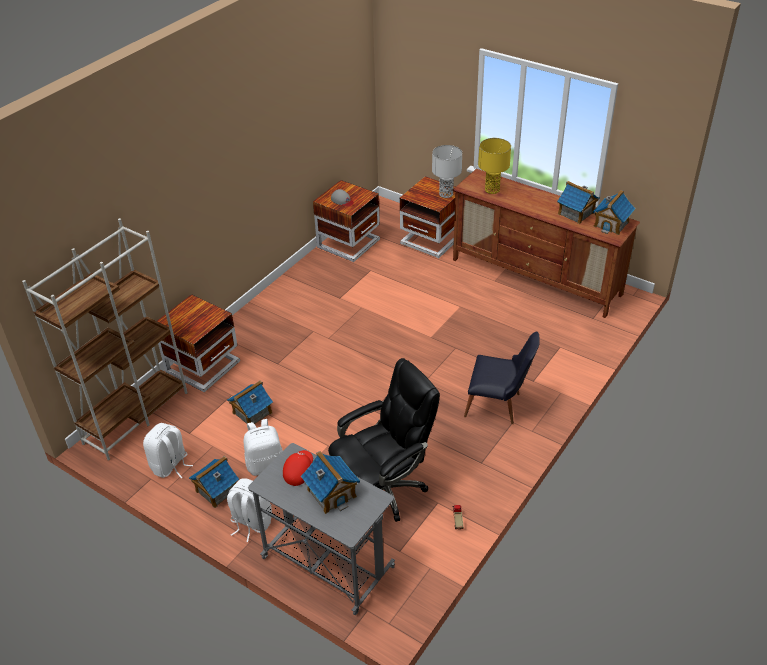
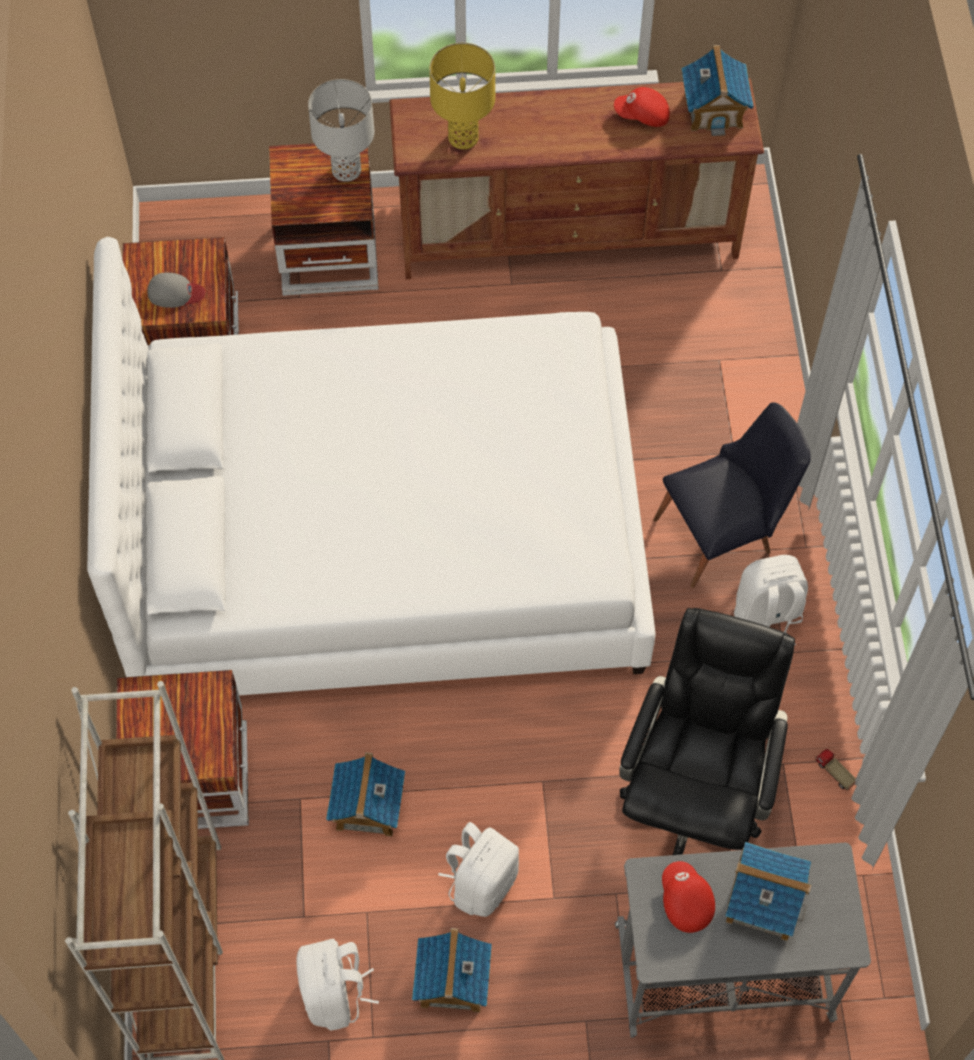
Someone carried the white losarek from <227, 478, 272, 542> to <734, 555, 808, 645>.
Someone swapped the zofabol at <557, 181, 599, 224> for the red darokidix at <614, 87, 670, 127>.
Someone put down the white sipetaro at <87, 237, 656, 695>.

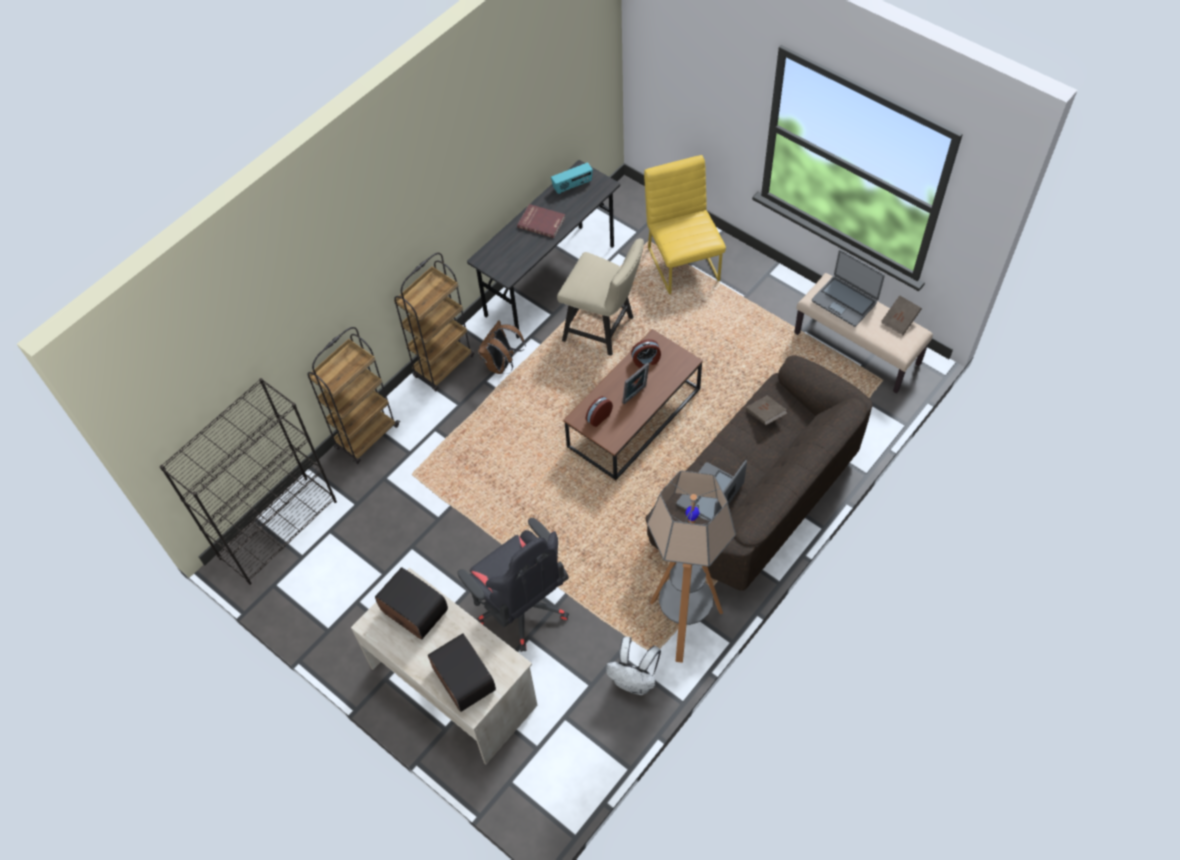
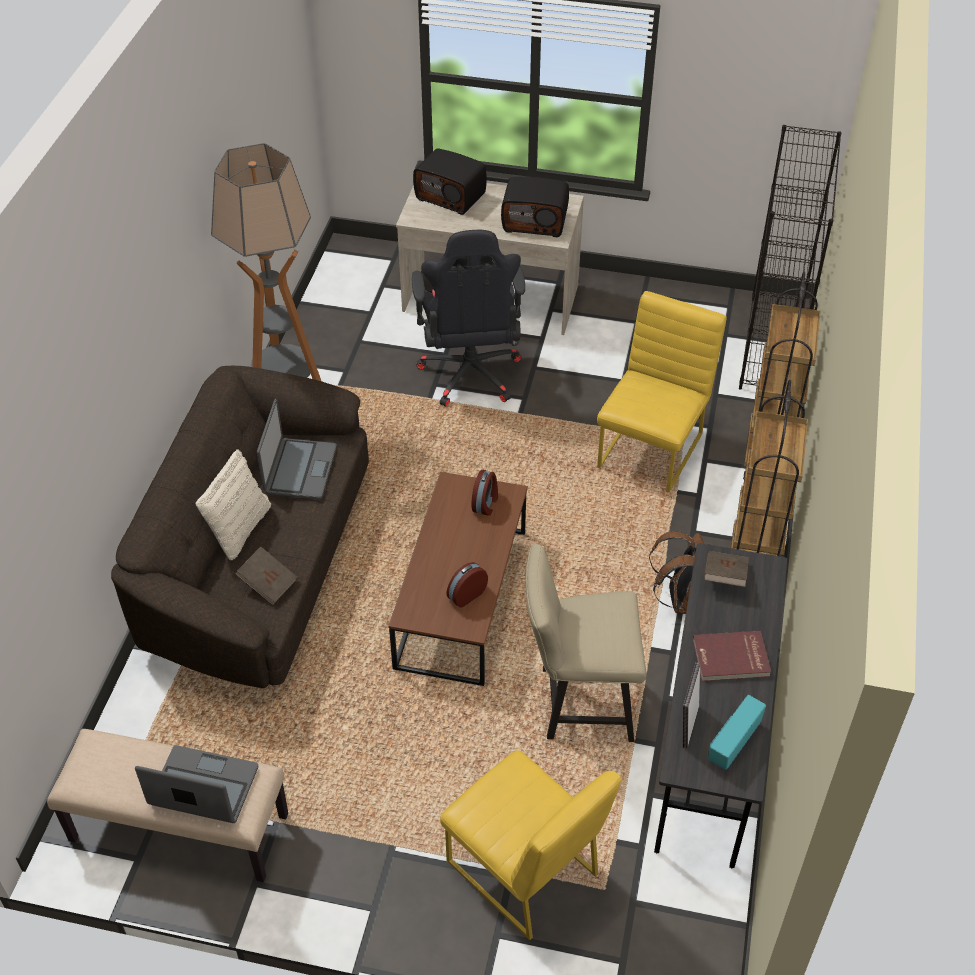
Someone rotated the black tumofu at <457, 518, 569, 652> by 120 degrees counterclockwise.
Someone took away the white losarek at <606, 637, 661, 695>.
Someone carried the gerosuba from <622, 363, 649, 404> to <683, 662, 700, 749>.
Someone carried the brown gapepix from <881, 295, 922, 335> to <704, 551, 749, 587>.
Someone put down the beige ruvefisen at <196, 449, 271, 560>.
Someone put down the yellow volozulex at <597, 291, 726, 493>.

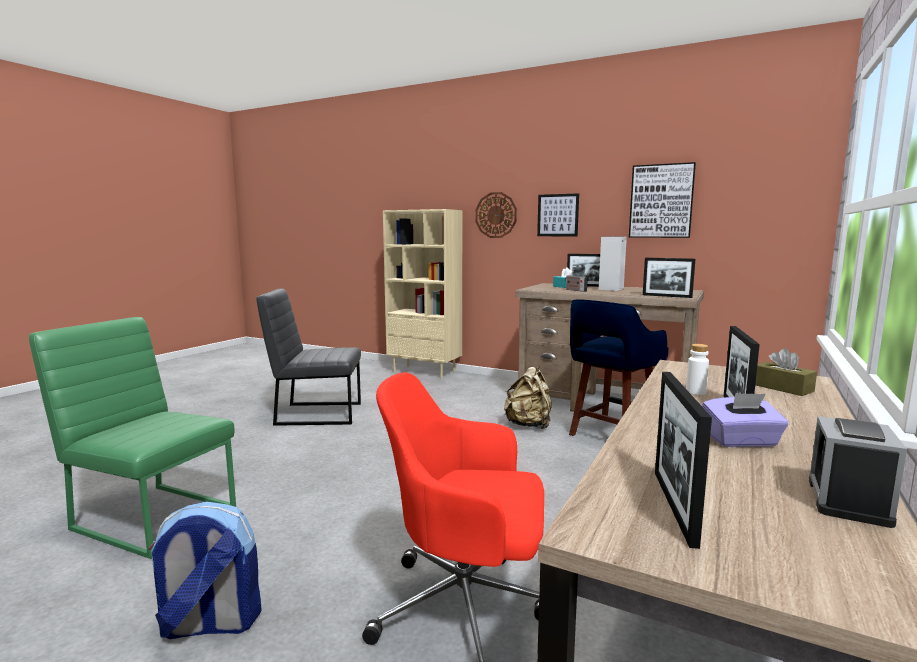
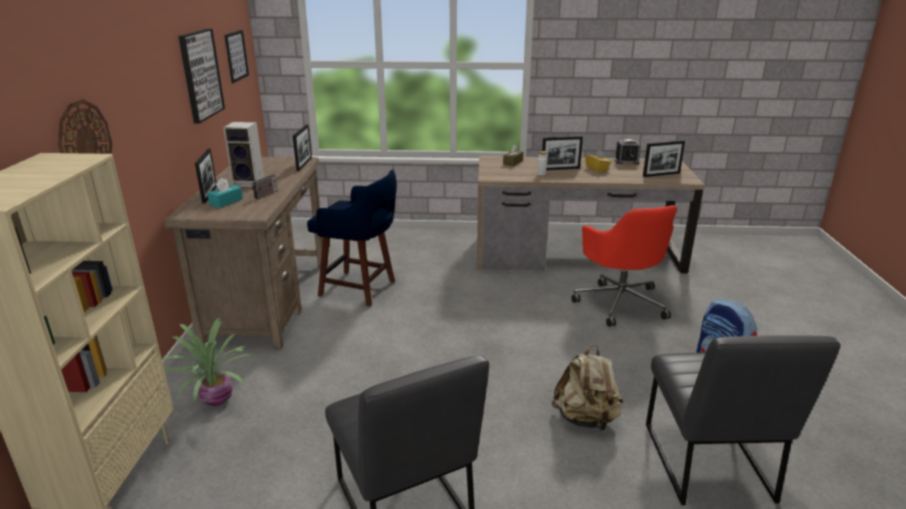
Someone repainted the green volozulex at <29, 317, 236, 559>, which became the grey volozulex at <646, 335, 841, 505>.
Someone carried the beige losarek from <504, 366, 552, 429> to <552, 345, 623, 432>.
Someone carried the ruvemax from <537, 193, 579, 236> to <224, 30, 249, 83>.
Someone repainted the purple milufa at <702, 393, 789, 447>, which became the yellow milufa at <585, 150, 611, 172>.
Someone put down the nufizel at <162, 318, 257, 406>.

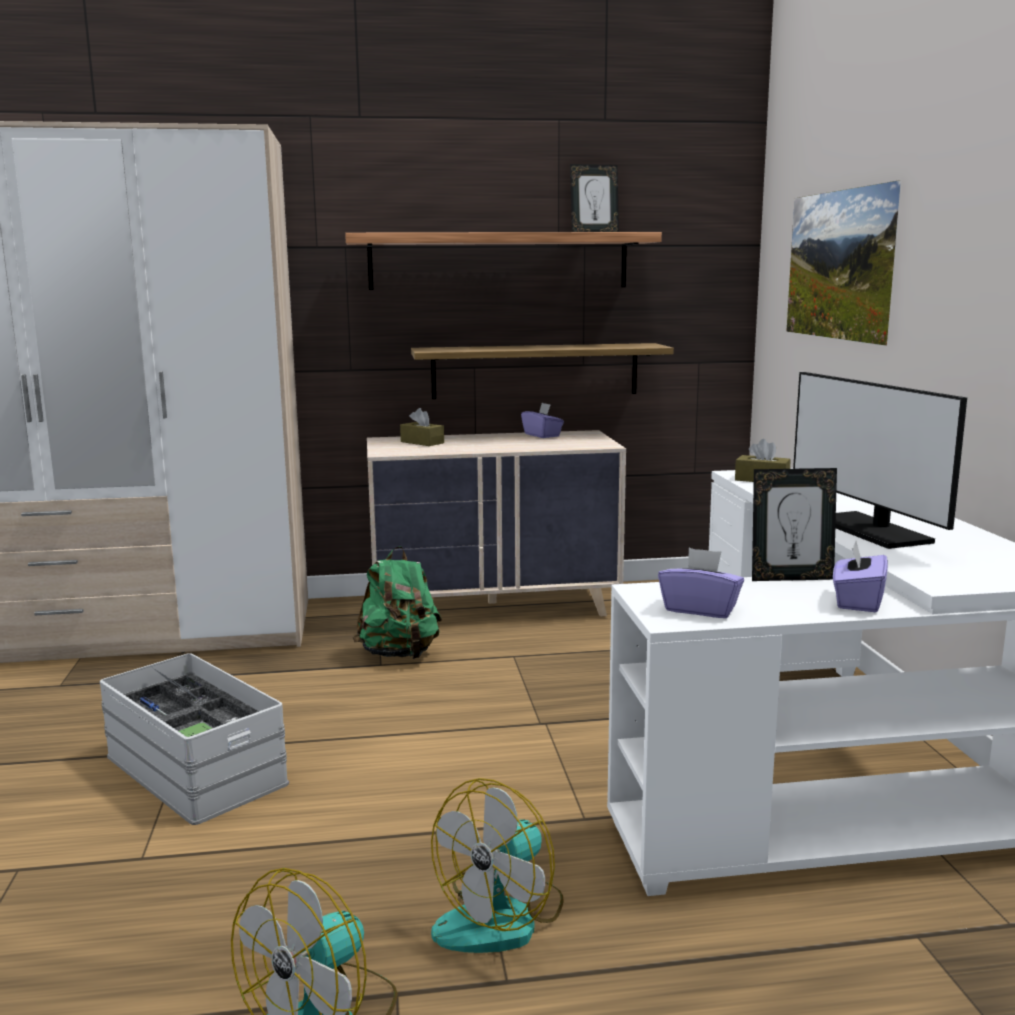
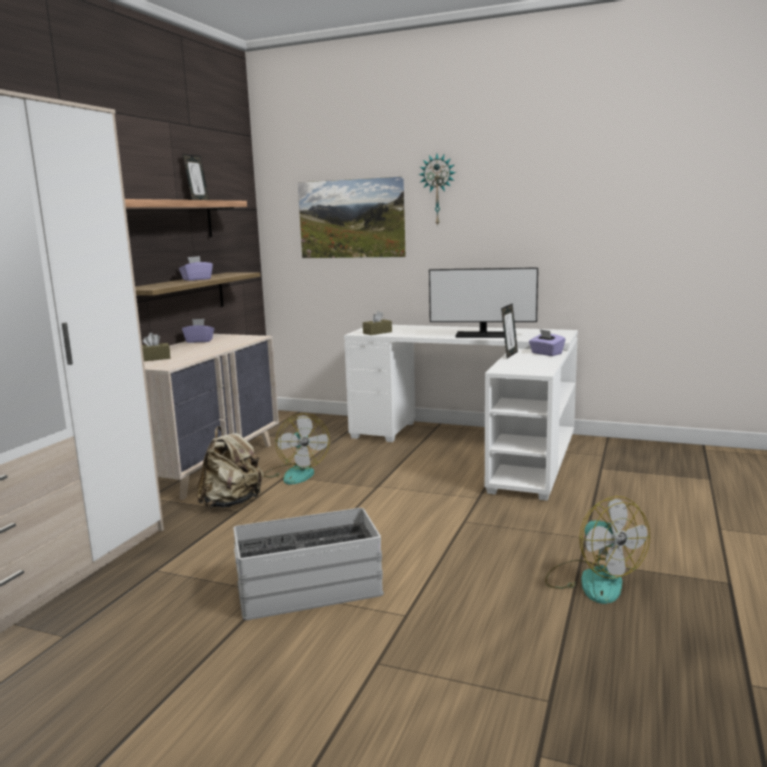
Someone repainted the green losarek at <353, 546, 442, 659>, which became the beige losarek at <196, 426, 264, 508>.
Someone carried the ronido from <431, 778, 564, 953> to <264, 413, 330, 485>.
Someone carried the purple milufa from <658, 548, 744, 618> to <179, 256, 213, 281>.
Someone put up the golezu at <419, 154, 456, 227>.

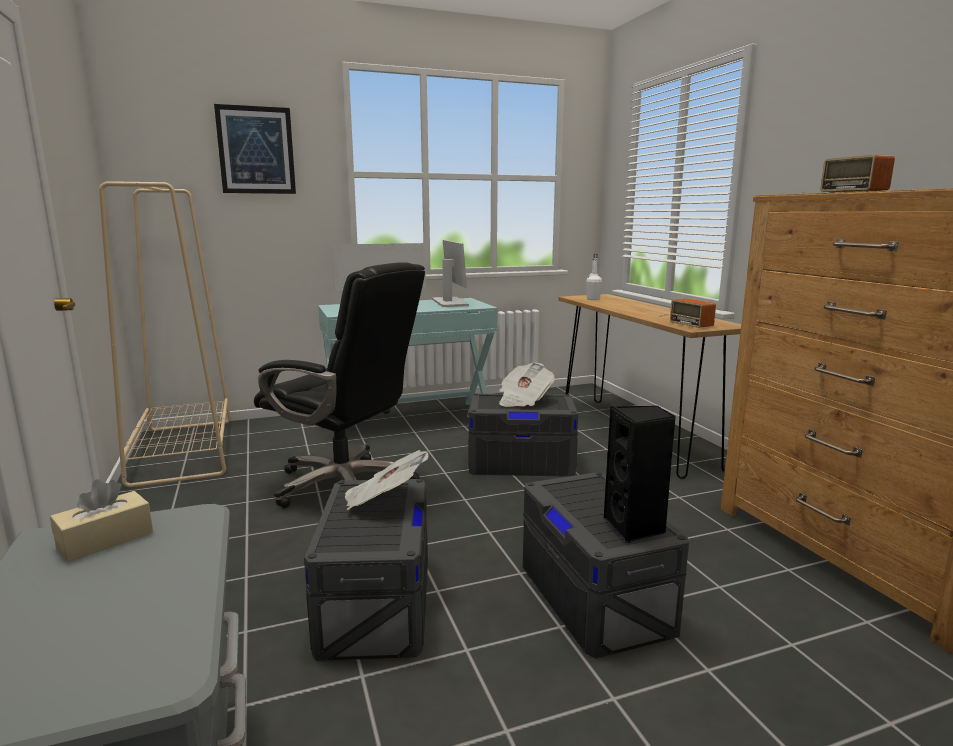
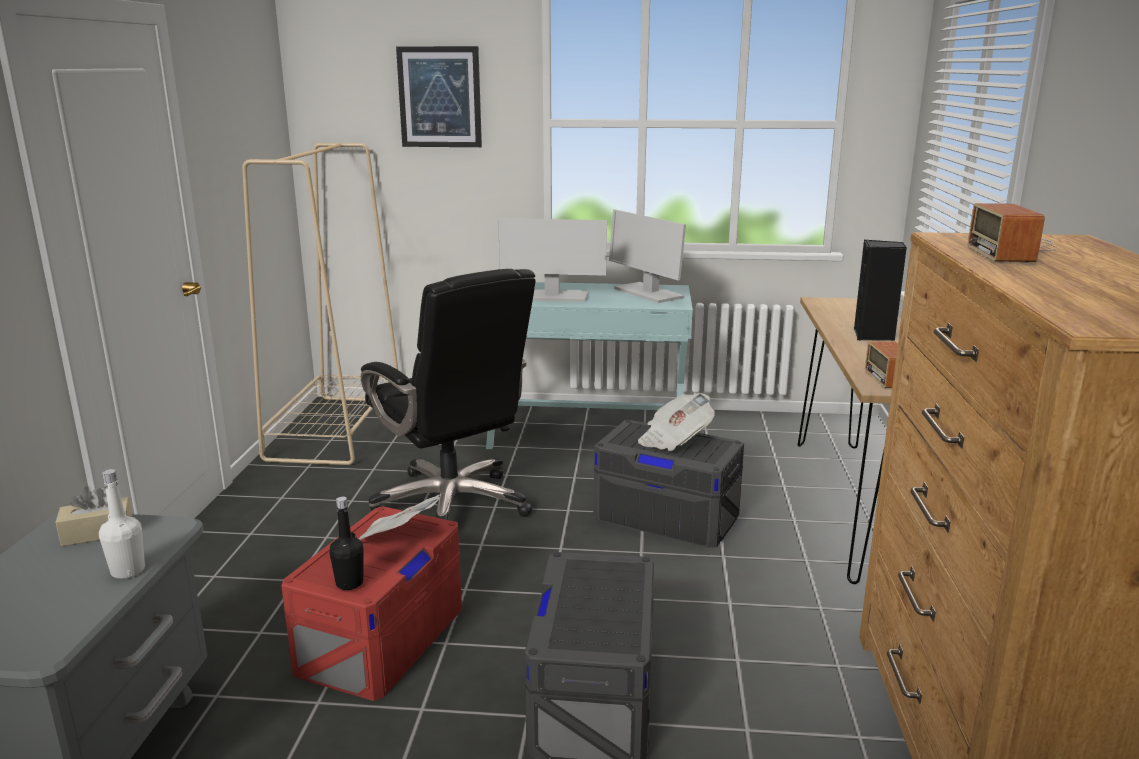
Someone repainted the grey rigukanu at <304, 479, 428, 661>, which became the red rigukanu at <281, 506, 462, 701>.
Someone rotated the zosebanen at <432, 240, 469, 307> by 135 degrees clockwise.
Someone carried the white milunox from <586, 254, 602, 300> to <99, 469, 145, 579>.
Someone carried the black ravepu from <604, 406, 676, 543> to <854, 240, 907, 341>.
Someone put down the black milunox at <329, 496, 364, 590>.

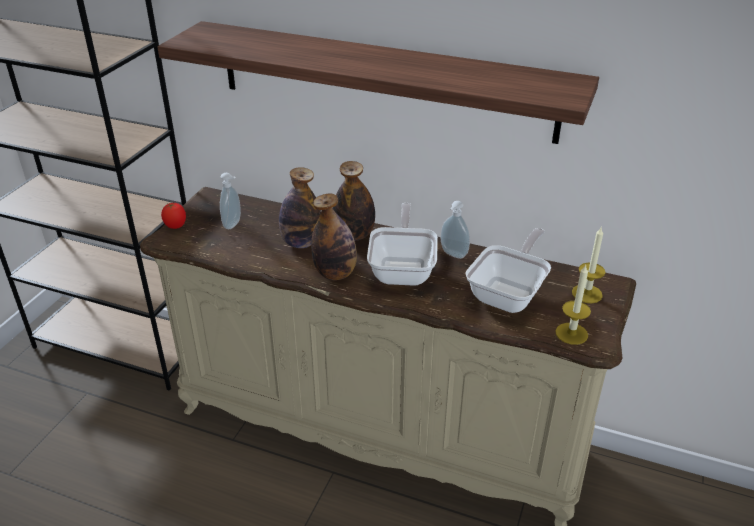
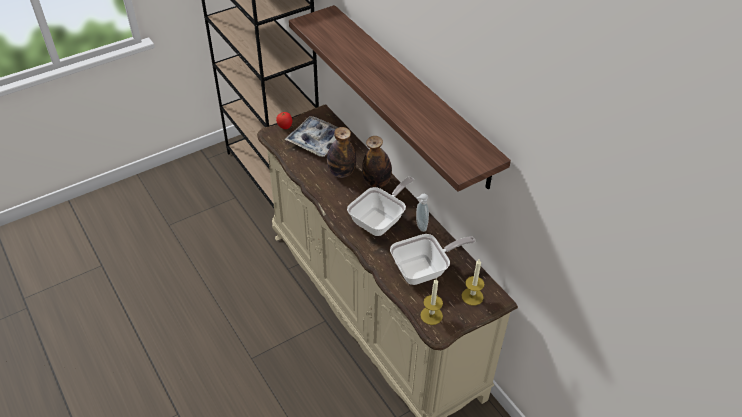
Someone swapped the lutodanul at <220, 173, 241, 229> for the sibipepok at <284, 116, 339, 157>.
Someone took away the milunox at <311, 193, 357, 280>.

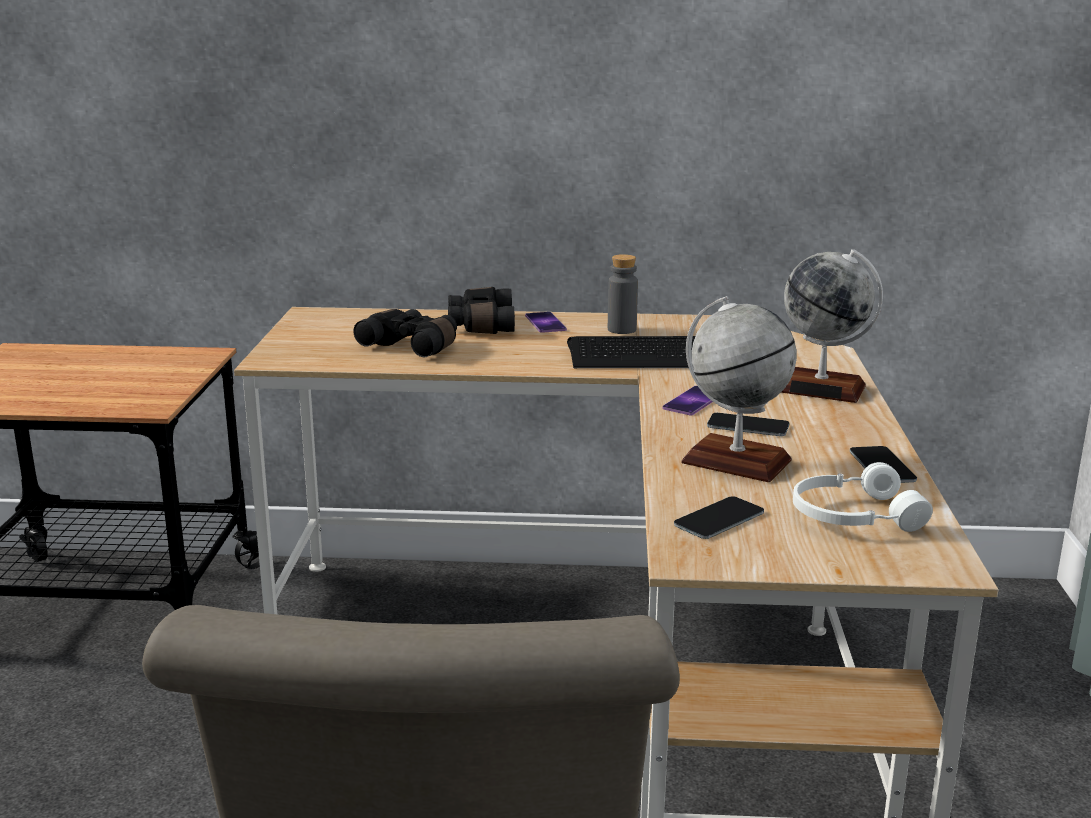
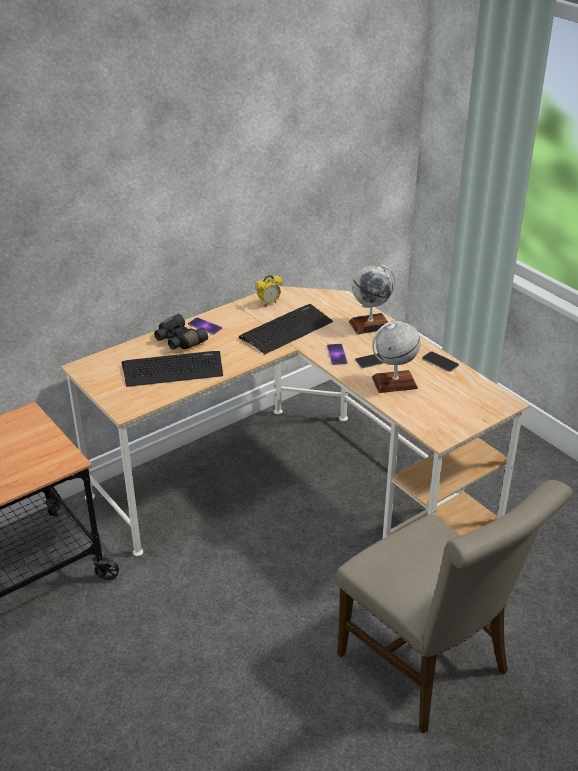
Someone swapped the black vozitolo at <353, 309, 457, 357> for the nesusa at <122, 351, 223, 387>.
Someone took away the grey milunox at <608, 254, 638, 334>.
Someone took away the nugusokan at <674, 496, 764, 539>.
Someone took away the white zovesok at <793, 462, 933, 532>.
Someone put down the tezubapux at <255, 275, 283, 306>.

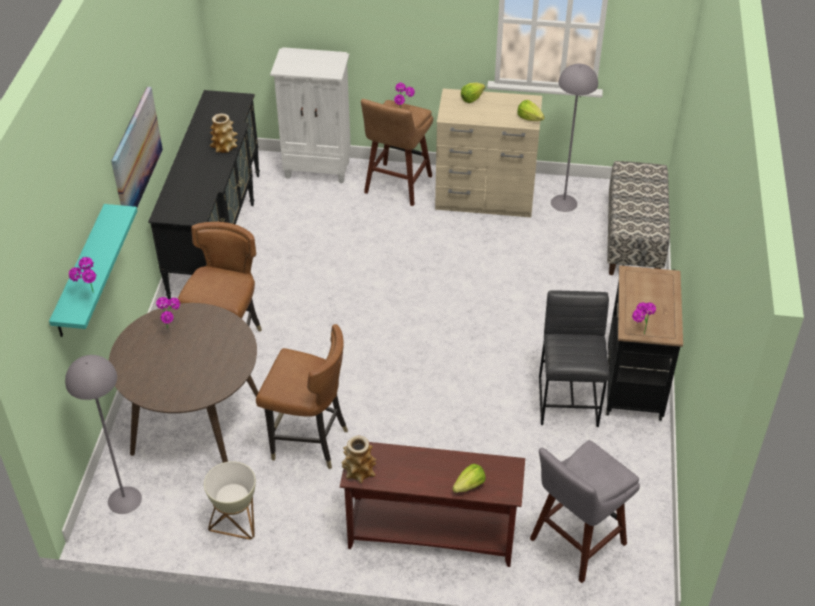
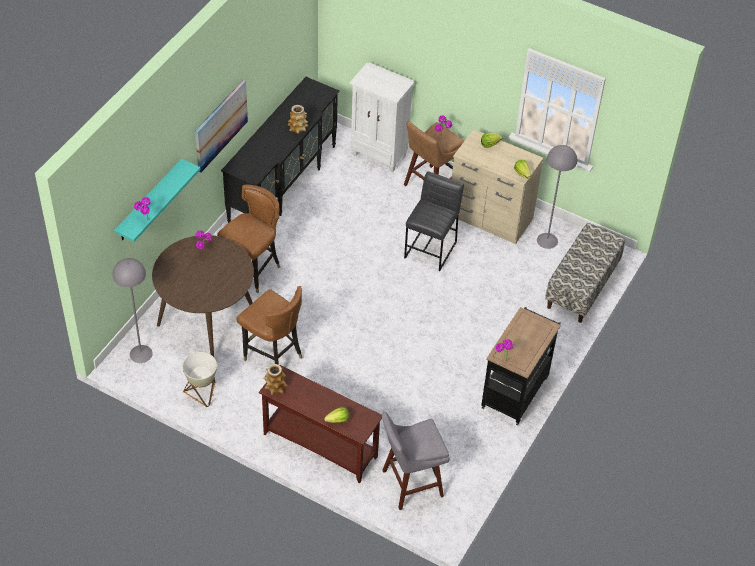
Someone carried the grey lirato from <539, 290, 609, 427> to <404, 171, 464, 271>.

